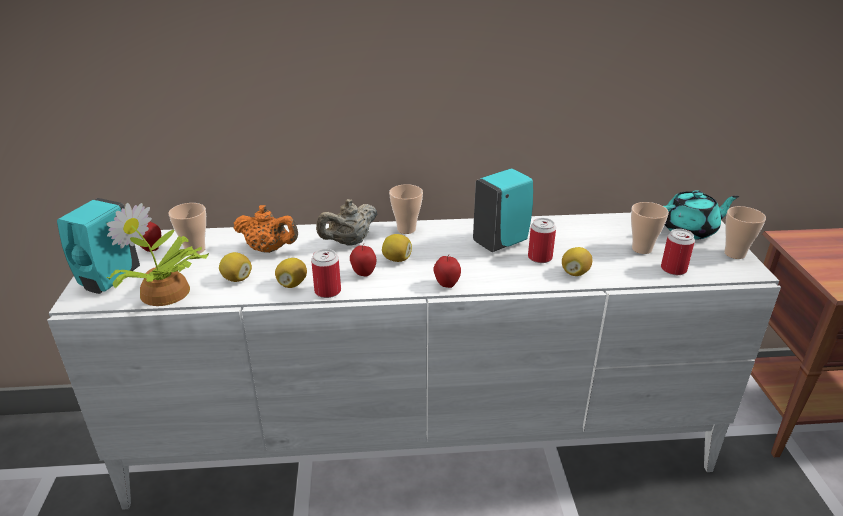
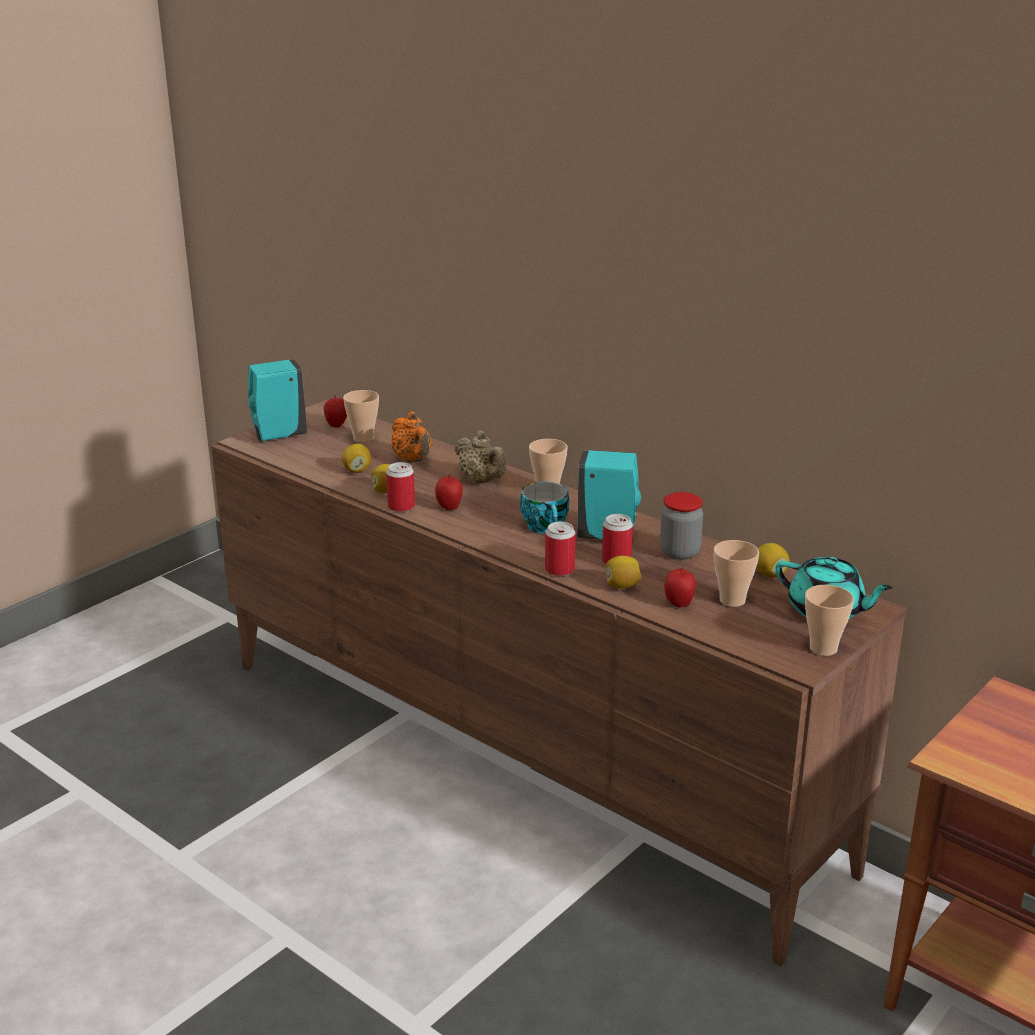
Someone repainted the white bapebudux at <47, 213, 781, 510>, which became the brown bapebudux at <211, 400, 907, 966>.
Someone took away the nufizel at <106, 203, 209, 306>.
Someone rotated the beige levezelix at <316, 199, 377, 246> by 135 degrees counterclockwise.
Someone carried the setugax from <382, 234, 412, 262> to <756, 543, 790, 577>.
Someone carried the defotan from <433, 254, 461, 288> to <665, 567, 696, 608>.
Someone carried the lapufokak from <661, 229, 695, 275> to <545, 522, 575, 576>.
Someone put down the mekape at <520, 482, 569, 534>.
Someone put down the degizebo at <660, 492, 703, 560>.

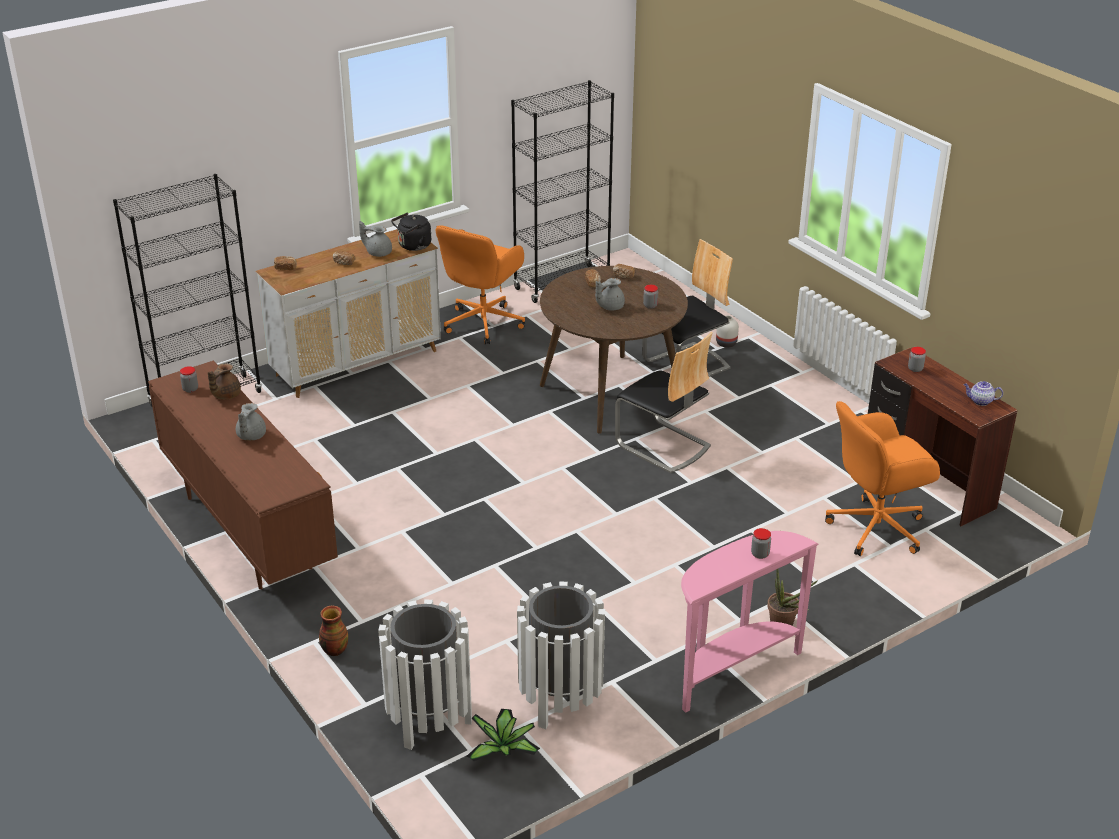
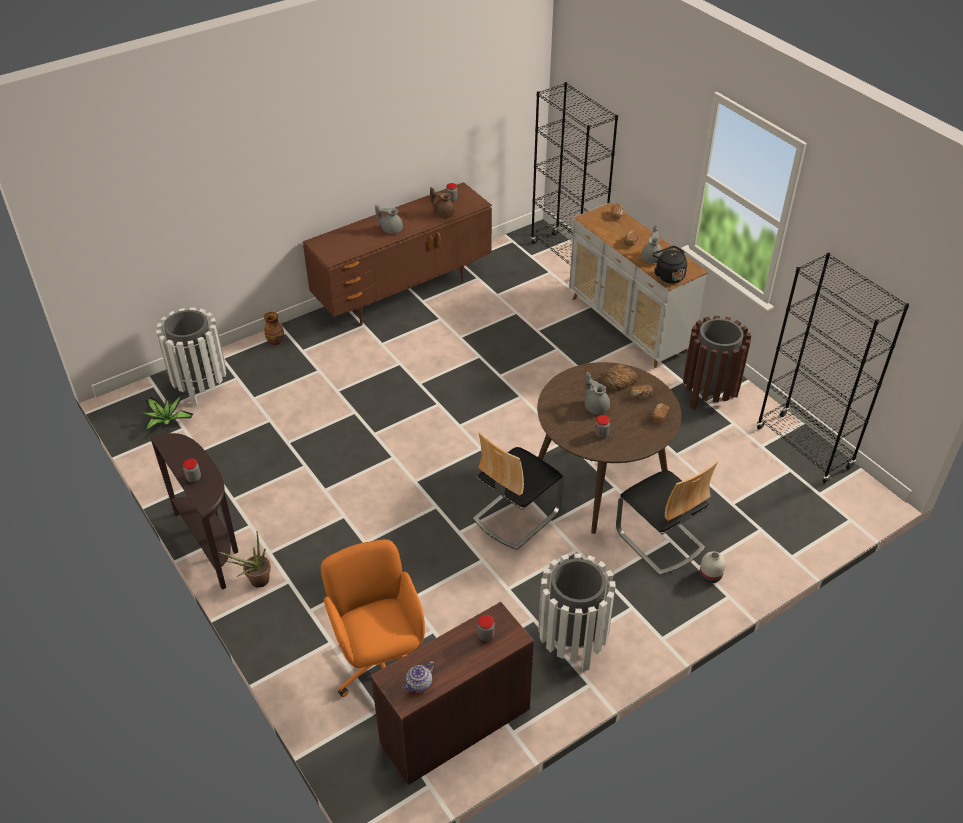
Someone swapped the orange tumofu at <436, 225, 525, 344> for the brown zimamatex at <683, 316, 751, 410>.
Someone carried the white zimamatex from <517, 581, 605, 729> to <538, 553, 615, 672>.
Someone repainted the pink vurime at <681, 531, 819, 713>, which became the brown vurime at <150, 433, 238, 590>.
Someone rotated the levezelix at <964, 381, 1003, 406> by 150 degrees counterclockwise.
Someone put down the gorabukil at <602, 364, 637, 391>.

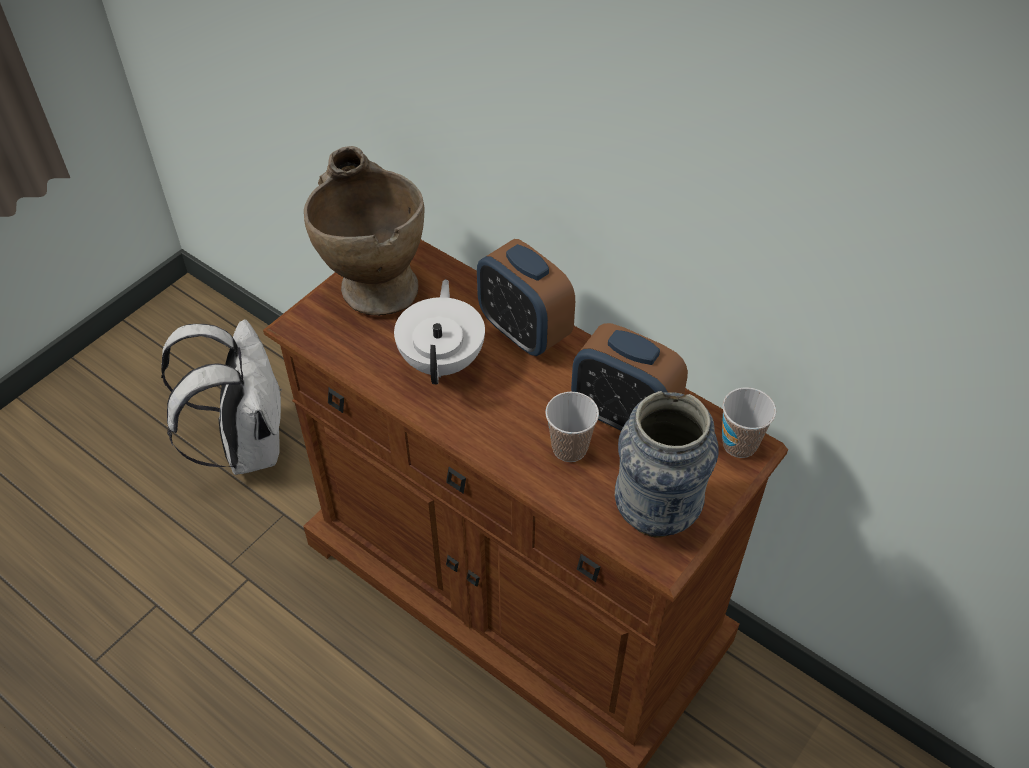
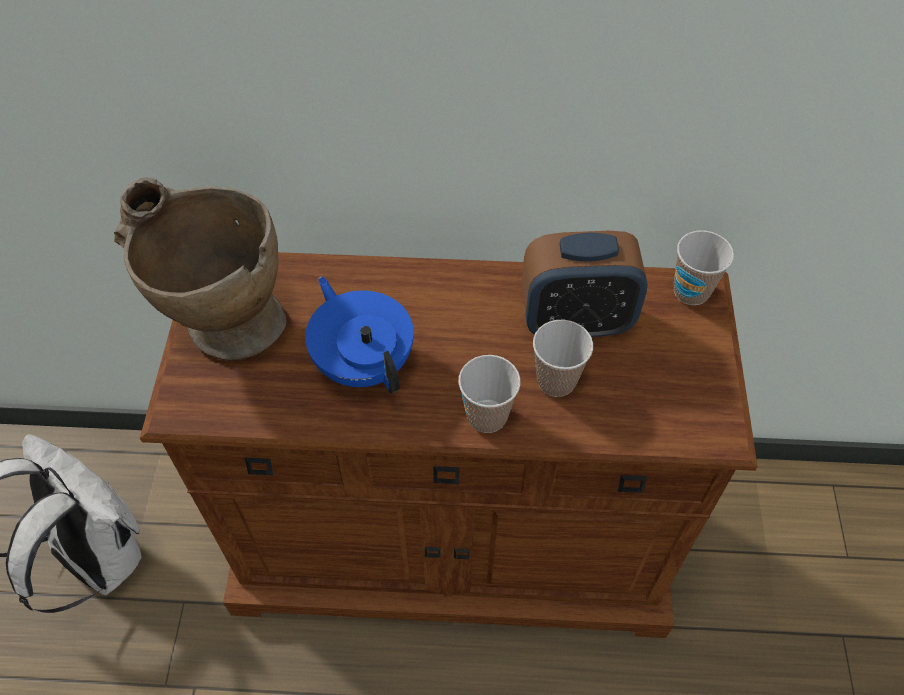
Someone repainted the white levezelix at <394, 279, 485, 384>, which became the blue levezelix at <305, 277, 414, 393>.
Someone took away the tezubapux at <477, 239, 575, 356>.
Someone took away the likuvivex at <615, 391, 719, 538>.
Someone put down the mekape at <459, 355, 521, 433>.

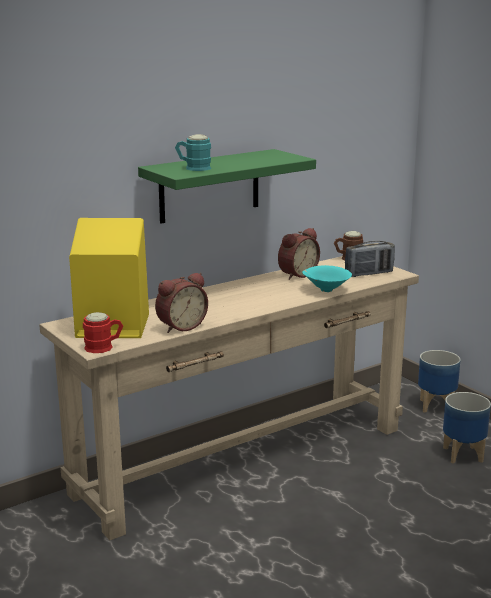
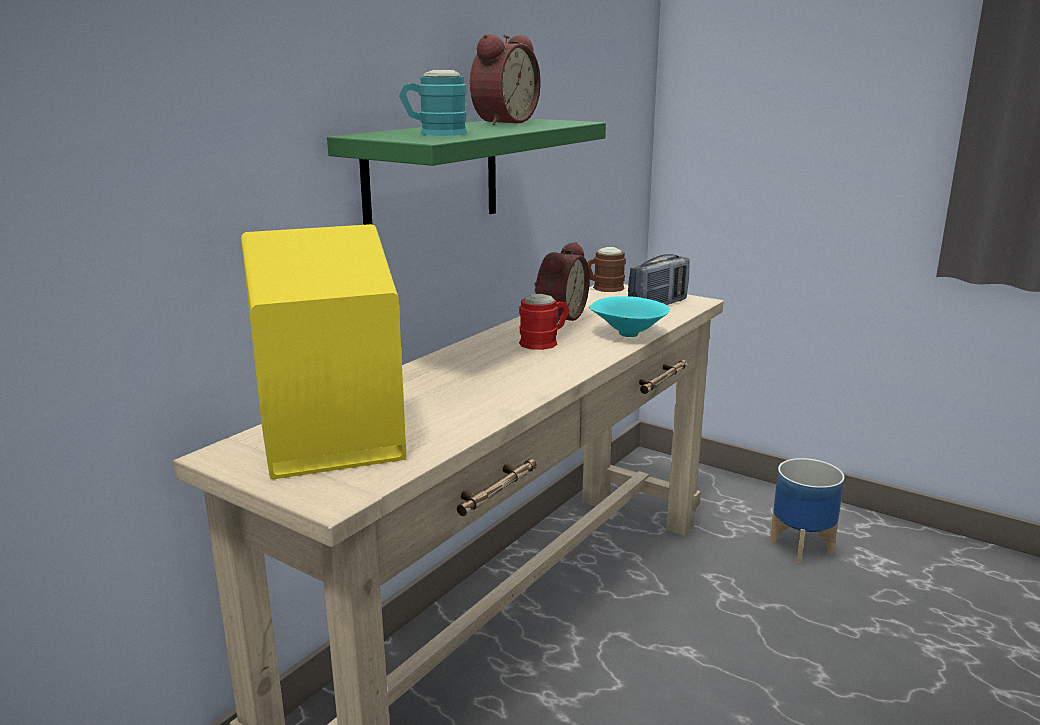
Someone carried the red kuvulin from <83, 312, 123, 353> to <519, 294, 570, 350>.
Someone carried the tezubapux from <155, 272, 208, 333> to <470, 34, 540, 125>.
Someone took away the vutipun at <418, 350, 460, 413>.

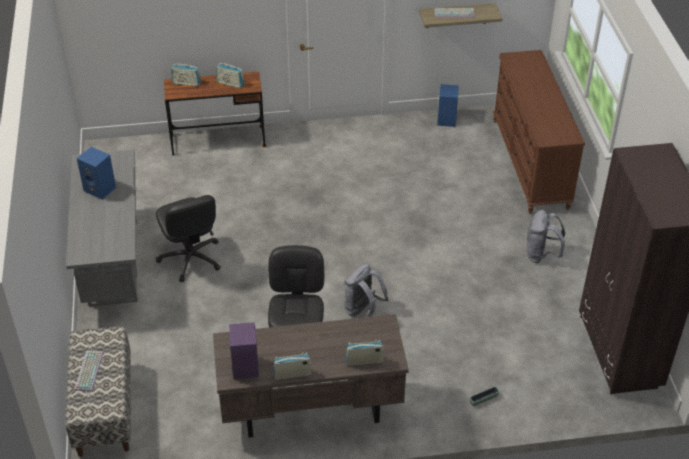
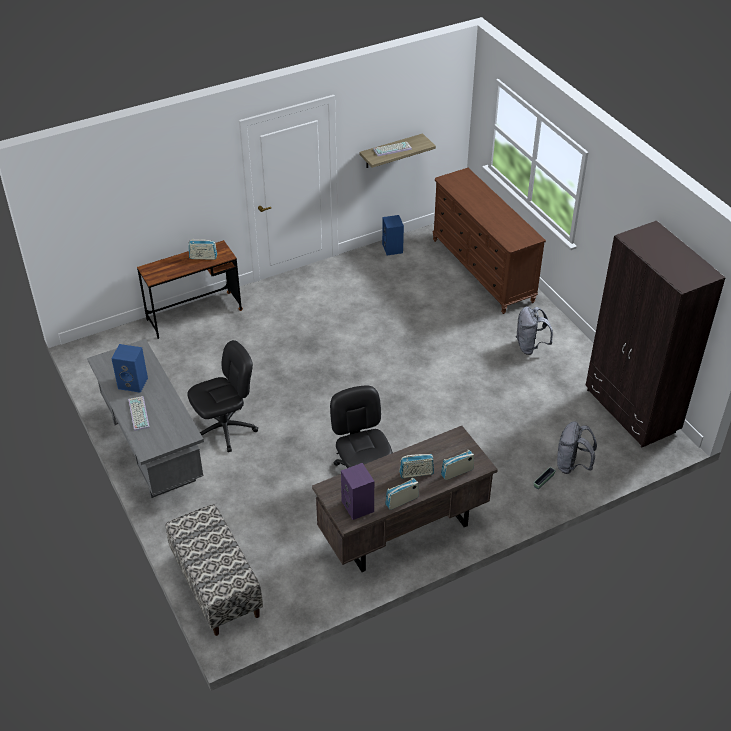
Someone carried the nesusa from <75, 351, 103, 391> to <128, 396, 150, 431>.
Someone rotated the black tumofu at <156, 195, 221, 282> by 75 degrees counterclockwise.
Someone carried the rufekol from <171, 64, 201, 86> to <399, 454, 434, 478>.
Someone carried the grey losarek from <344, 264, 389, 317> to <557, 421, 597, 474>.

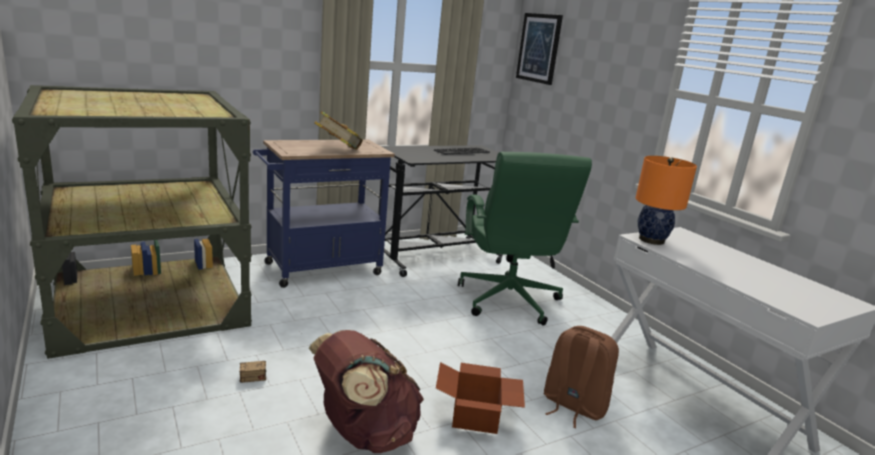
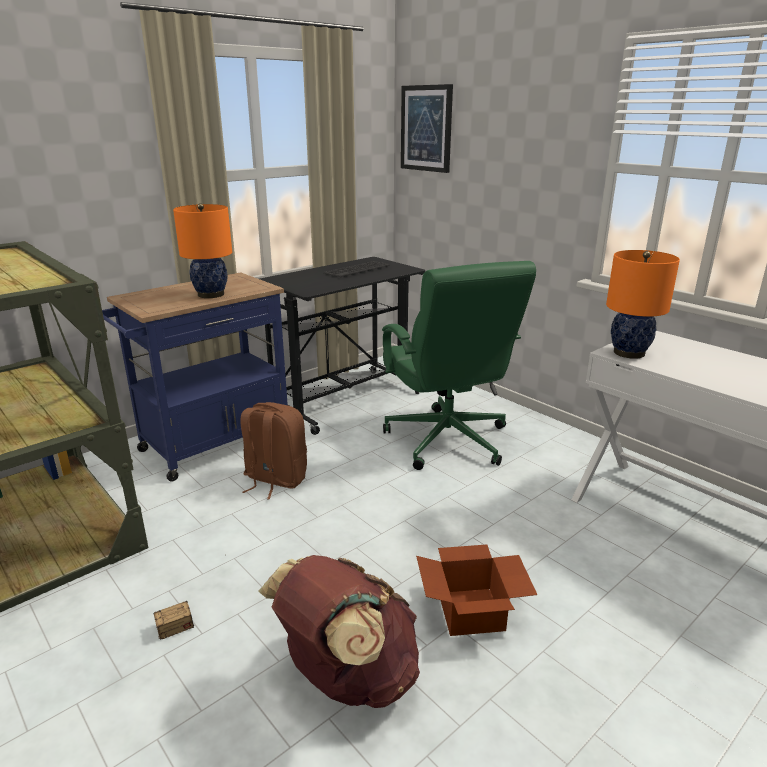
Someone swapped the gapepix at <314, 111, 363, 150> for the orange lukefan at <173, 203, 232, 298>.
Someone carried the brown losarek from <543, 326, 619, 428> to <240, 402, 307, 500>.

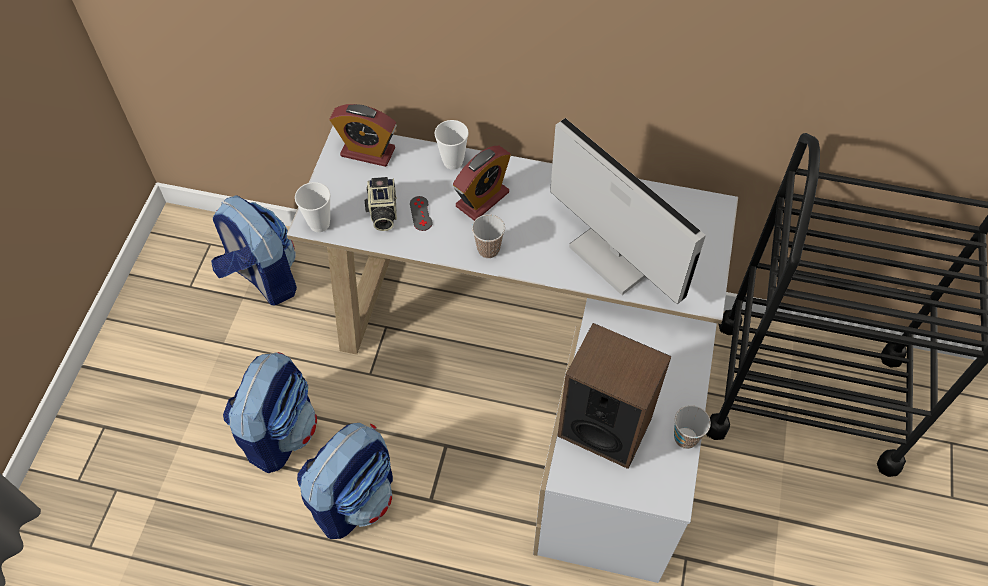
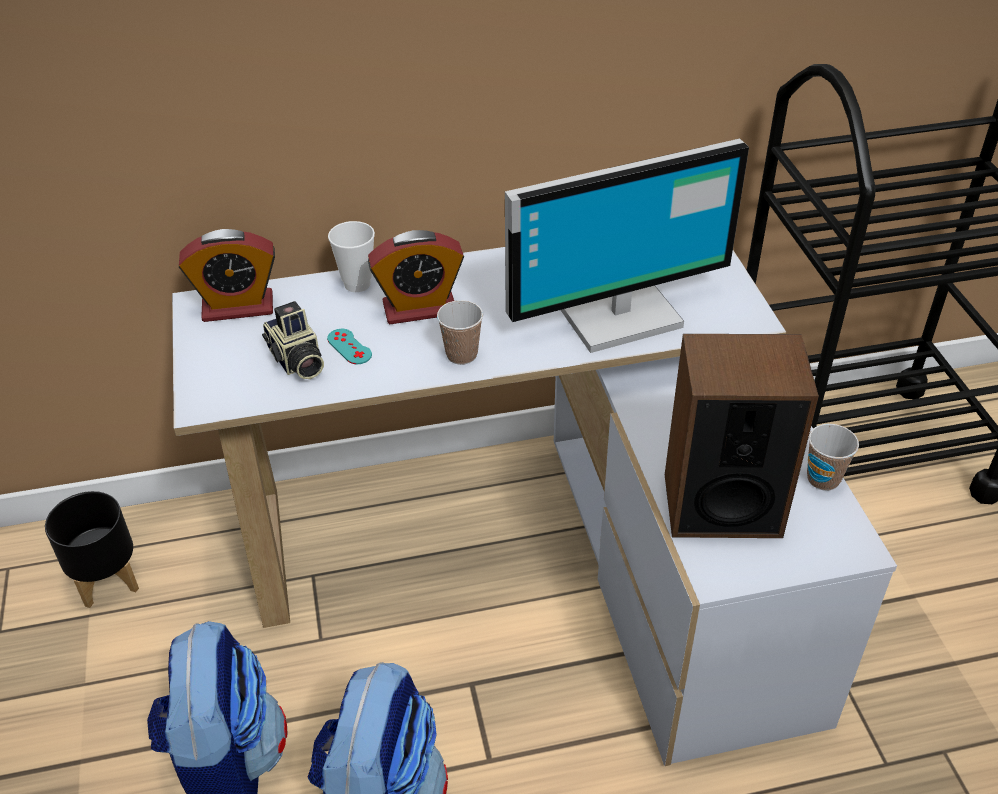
Someone swapped the losarek at <211, 196, 297, 306> for the black vutipun at <45, 491, 139, 608>.
Someone took away the mekape at <295, 182, 331, 232>.
Someone repainted the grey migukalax at <410, 196, 433, 231>, which became the turquoise migukalax at <327, 329, 372, 364>.
Someone rotated the tezubapux at <453, 146, 511, 221> by 60 degrees clockwise.
Someone rotated the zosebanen at <550, 118, 706, 304> by 135 degrees clockwise.

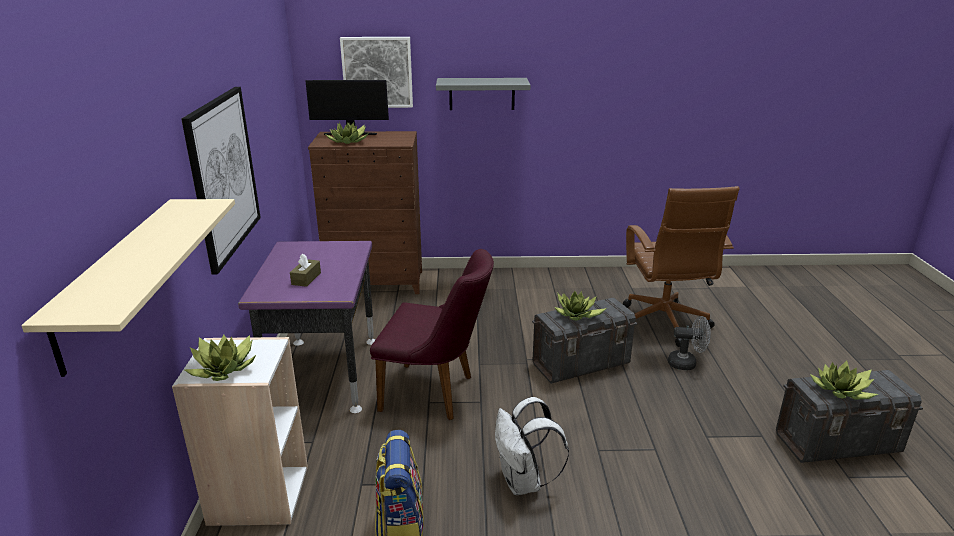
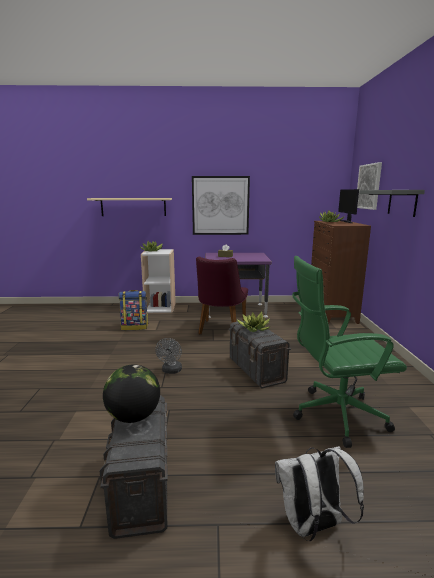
Someone carried the white losarek from <495, 397, 569, 495> to <275, 446, 364, 541>.
Someone repainted the brown tumofu at <623, 186, 740, 347>, which became the green tumofu at <292, 256, 407, 448>.
Someone carried the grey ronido from <668, 316, 711, 370> to <155, 338, 182, 374>.
Someone swapped the nufizel at <810, 361, 878, 400> for the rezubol at <103, 365, 160, 423>.

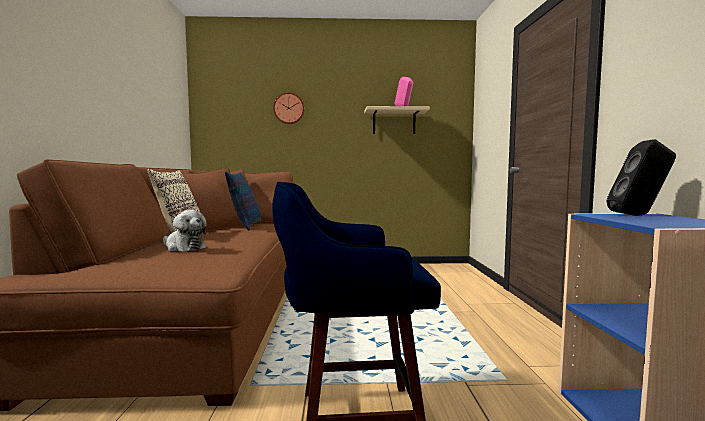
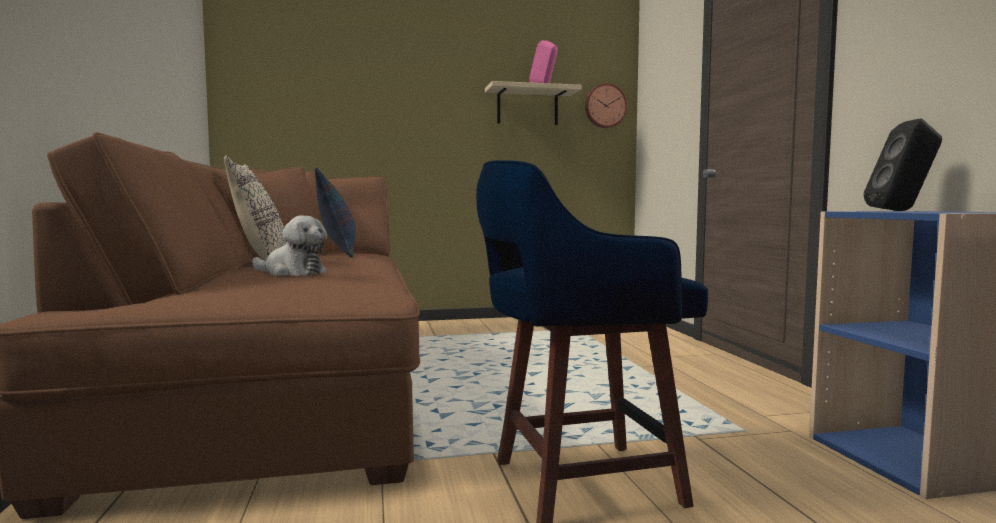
Someone carried the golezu from <273, 92, 305, 124> to <585, 83, 627, 128>.

